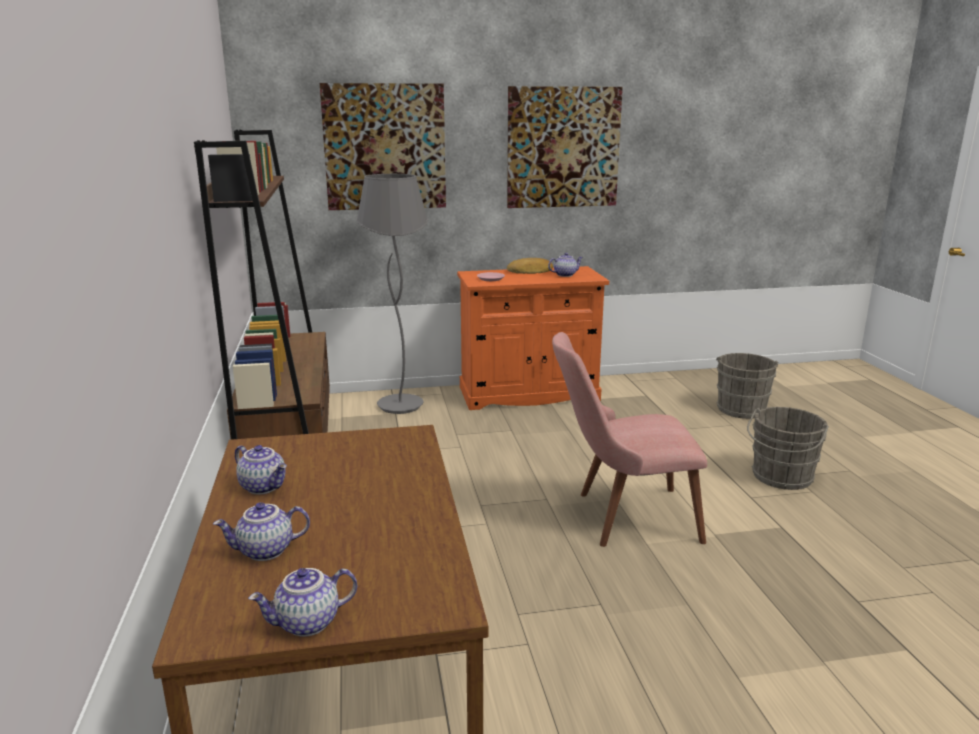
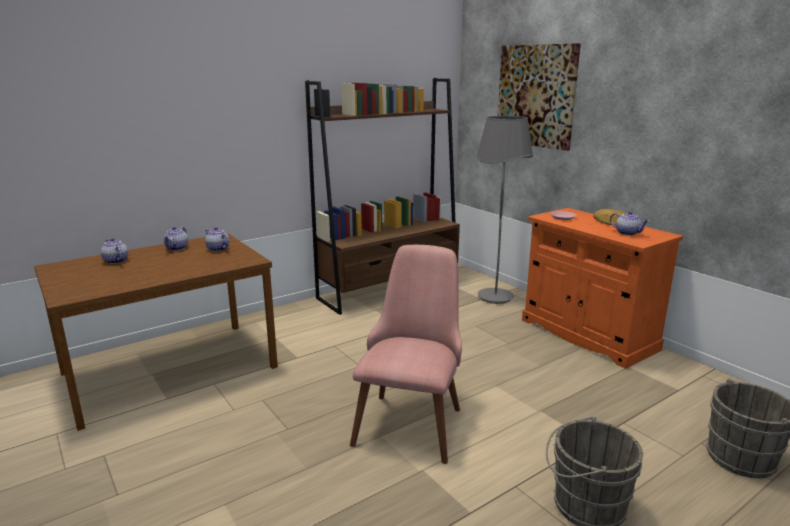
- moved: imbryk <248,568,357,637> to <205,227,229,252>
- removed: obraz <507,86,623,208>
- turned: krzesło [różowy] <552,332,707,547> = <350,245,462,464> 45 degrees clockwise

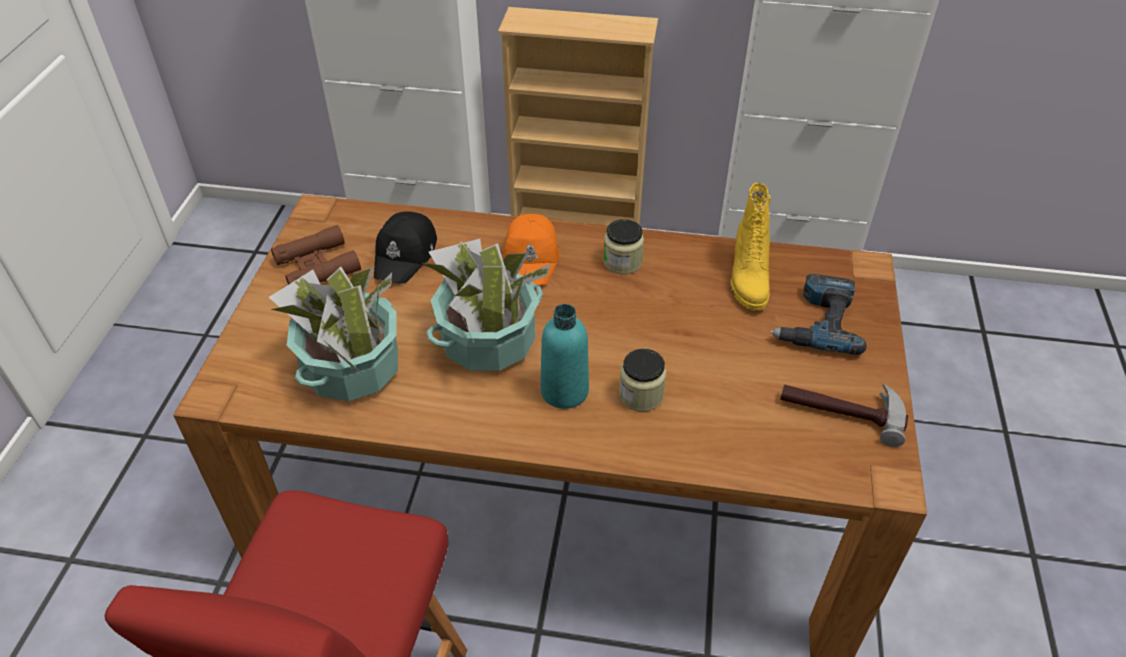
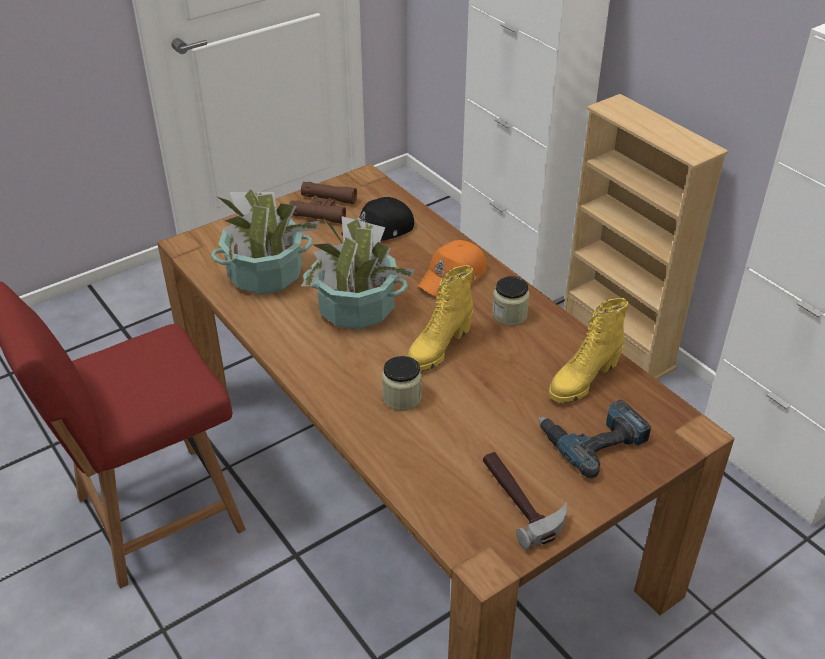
- removed: butelka [turkusowy] <540,304,589,409>
- added: but z cholewką [żółty] <407,265,473,371>

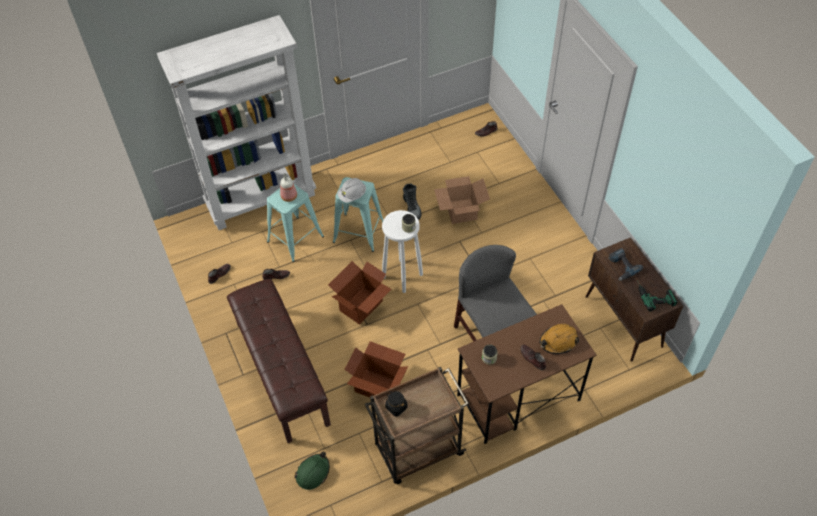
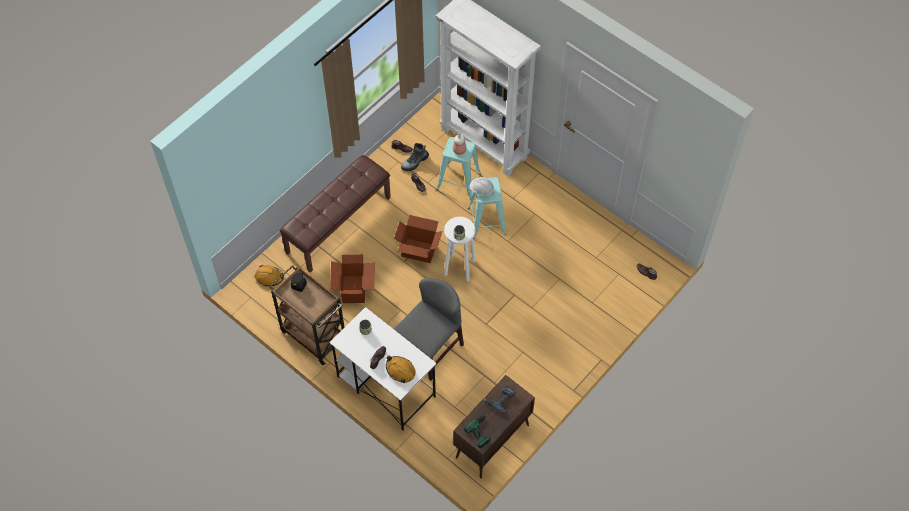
- recoloured: kask [zielony] <294,451,330,490> to kask [pomarańczowy] <255,265,284,286>
- moved: but z cholewką <403,184,422,220> to <401,143,429,171>
- removed: karton <434,176,490,224>
- recoloured: biurko [brązowy] <457,304,596,444> to biurko [biały] <329,307,437,431>

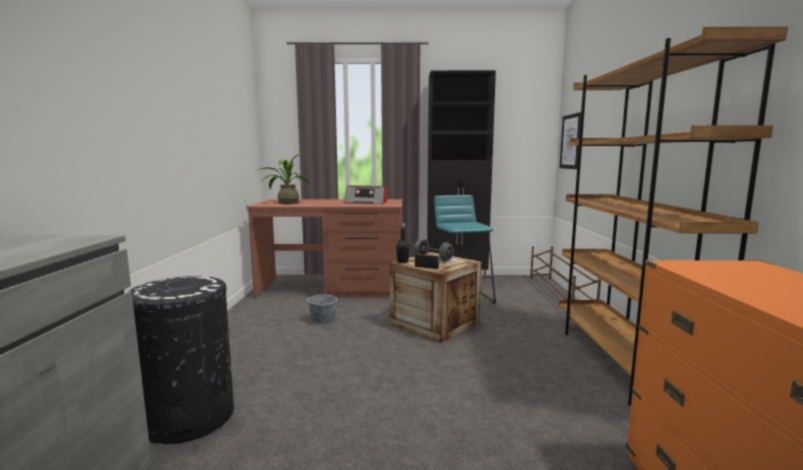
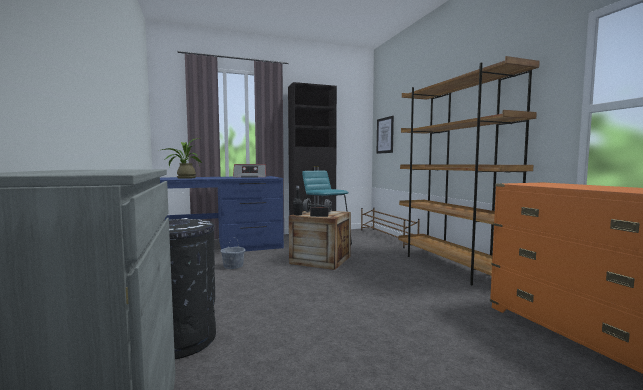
- recoloured: biurko [brązowy] <246,199,402,298> to biurko [niebieski] <160,176,284,252>

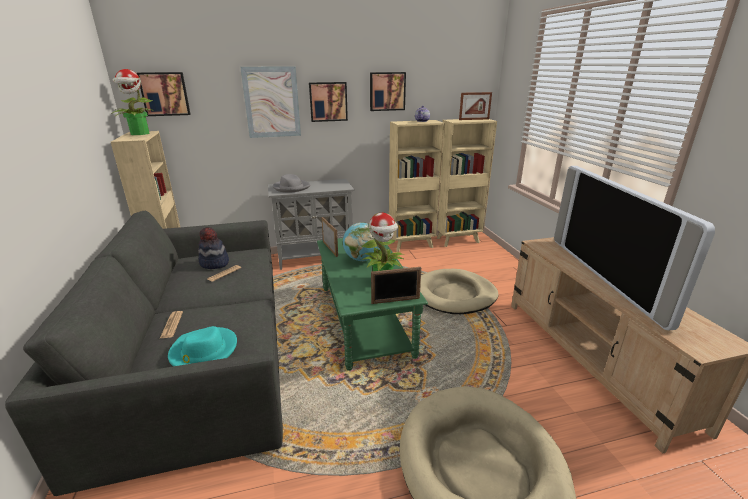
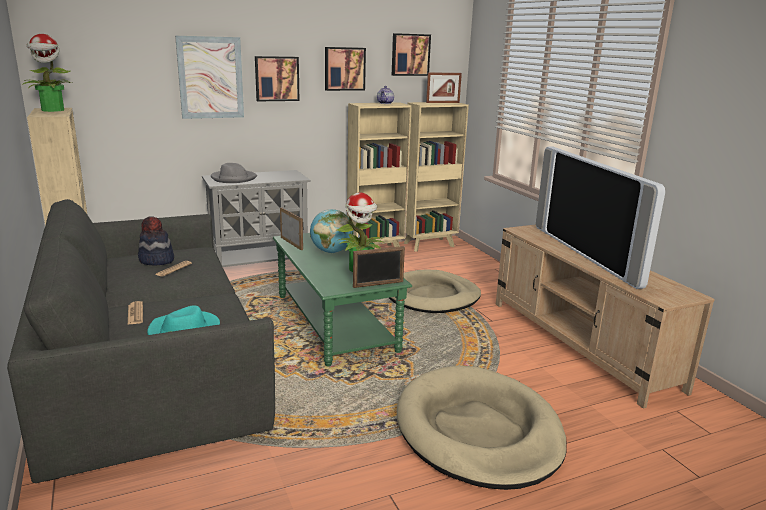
- moved: obraz <137,72,191,116> to <392,33,431,76>

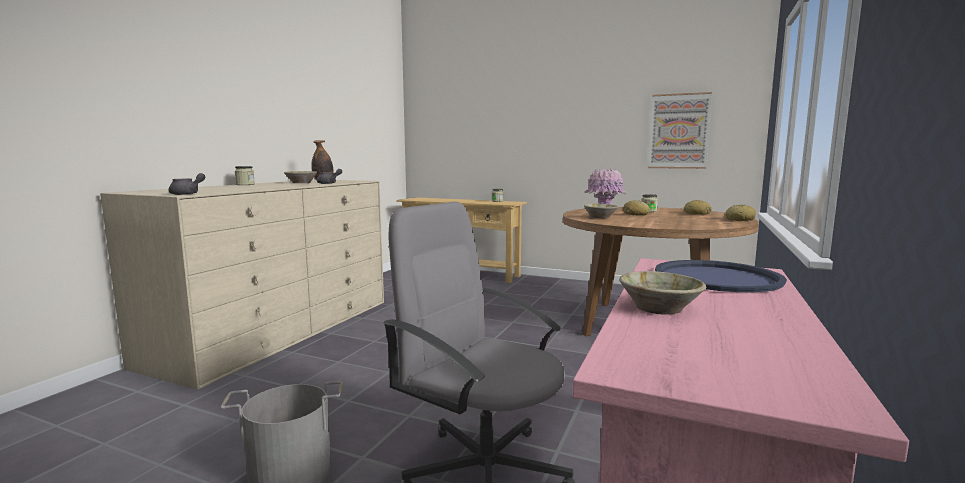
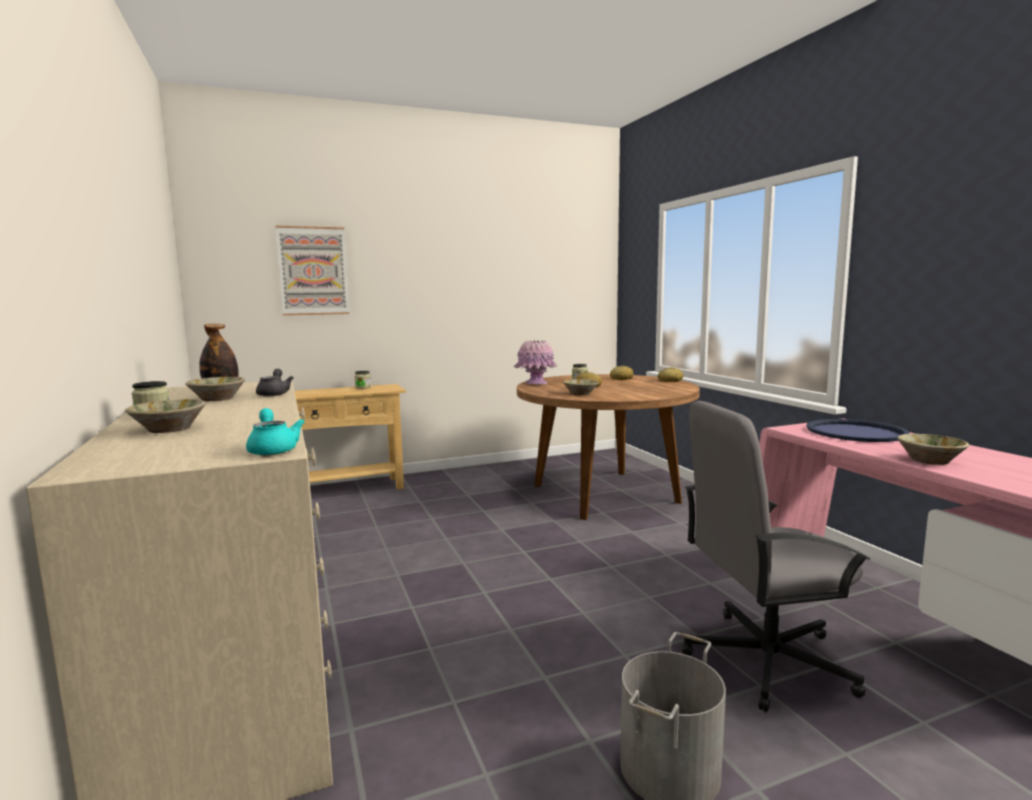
- recoloured: imbryk [szary] <168,173,205,195> to imbryk [turkusowy] <246,408,305,455>
- moved: obraz <648,92,712,169> to <275,226,350,316>
- added: miska [beżowy] <125,399,206,433>

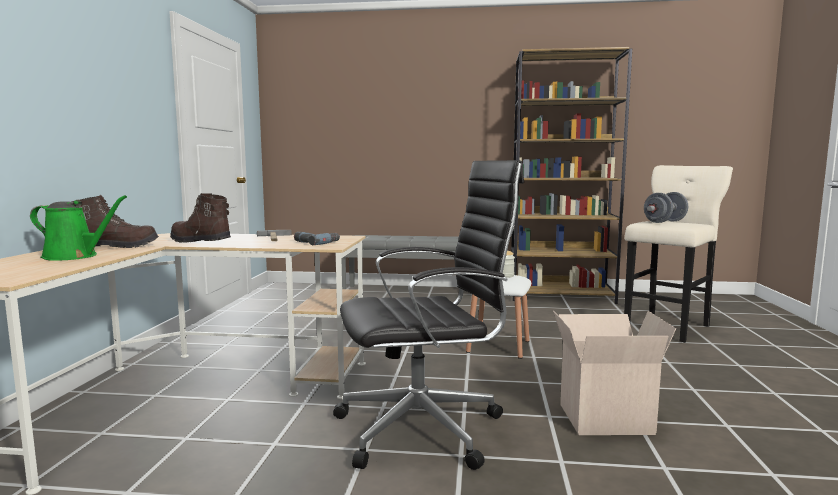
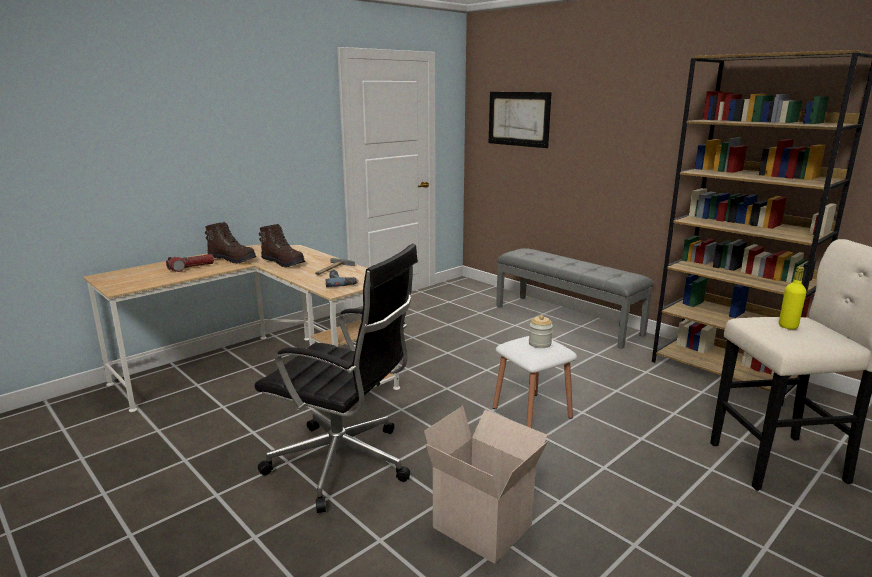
- replaced: konewka [zielony] <30,195,127,261> to latarka <166,254,214,272>
- turned: but z cholewką [brązowy] <170,193,231,243> = <259,224,305,267> 150 degrees clockwise
- replaced: hantel [szary] <644,192,688,223> to butelka [żółty] <779,266,807,330>
- added: obraz <489,92,552,148>

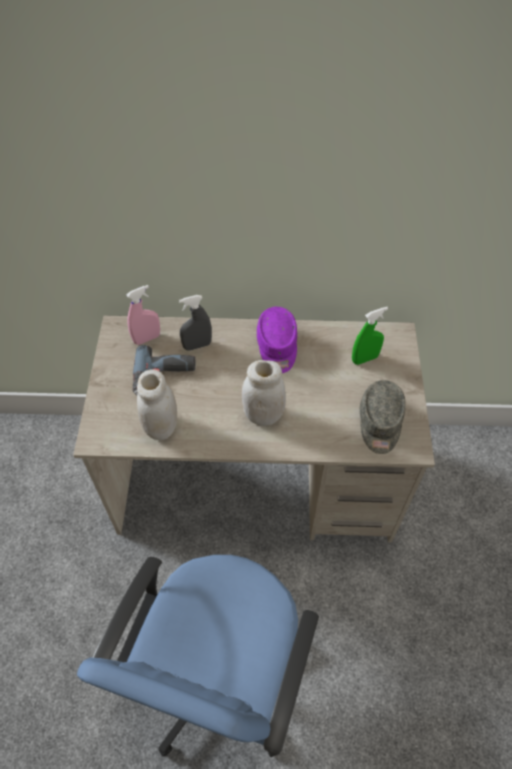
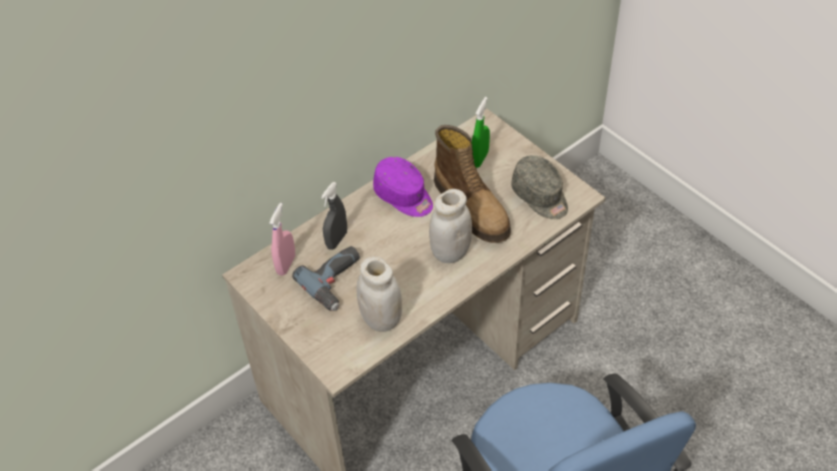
- added: but z cholewką <434,125,511,243>

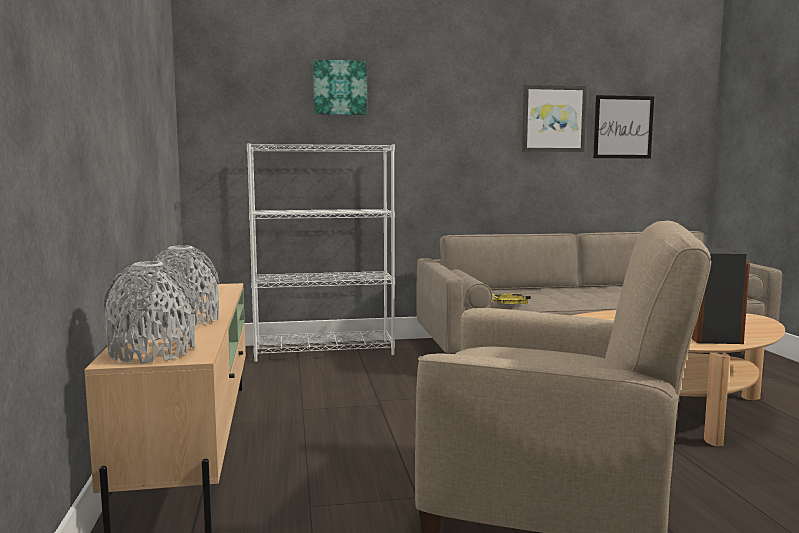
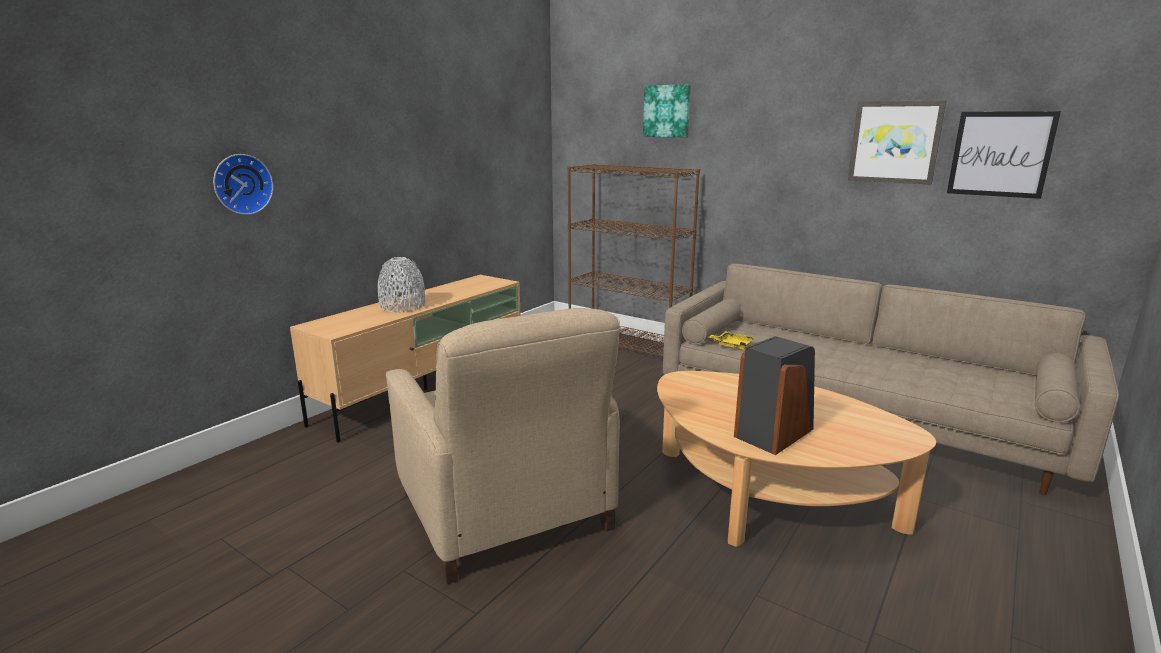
- removed: wazon [szary] <104,261,195,364>
- recoloured: regał [biały] <247,143,395,362> to regał [brązowy] <567,164,700,356>
- added: zegar ścienny <213,154,273,215>

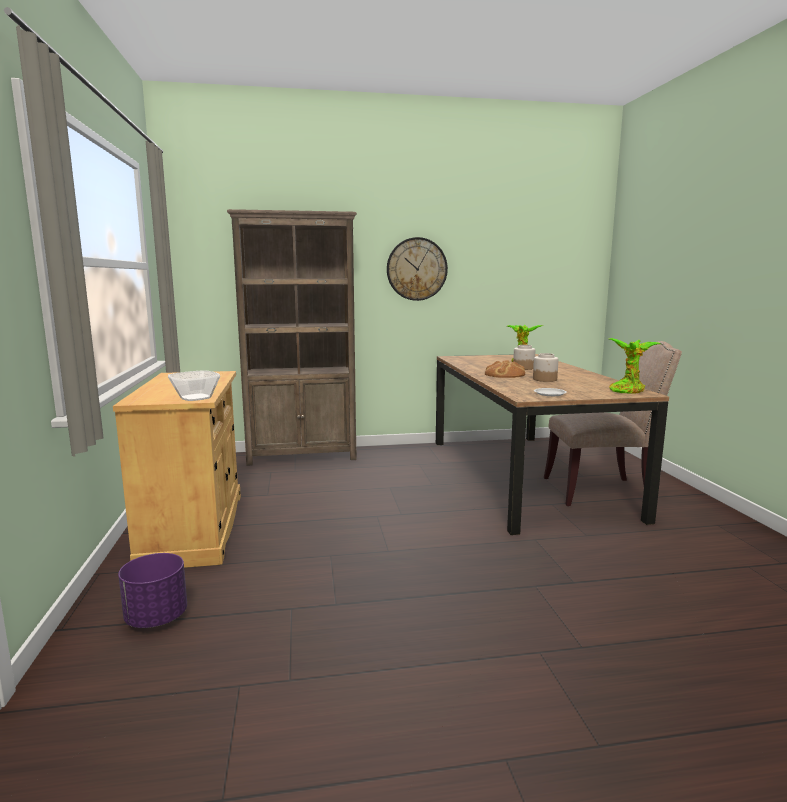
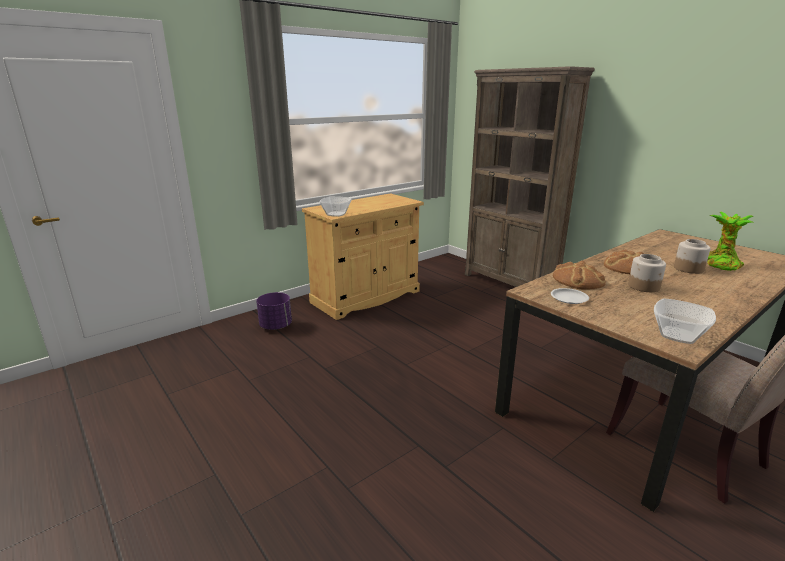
- removed: zegar ścienny <387,237,448,301>
- replaced: roślina doniczkowa <609,338,661,394> to miska <654,298,716,344>
- added: chleb <553,261,606,290>

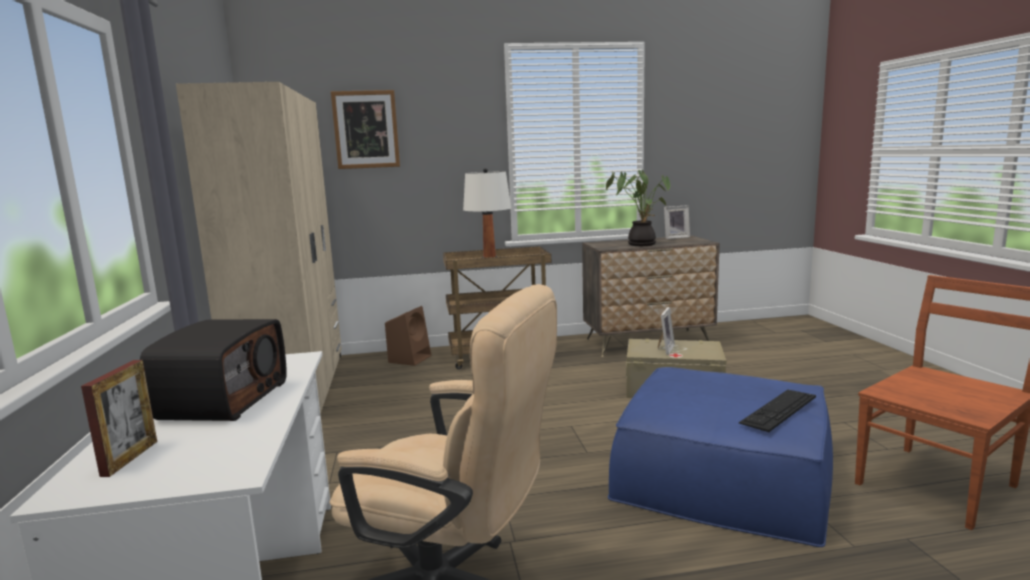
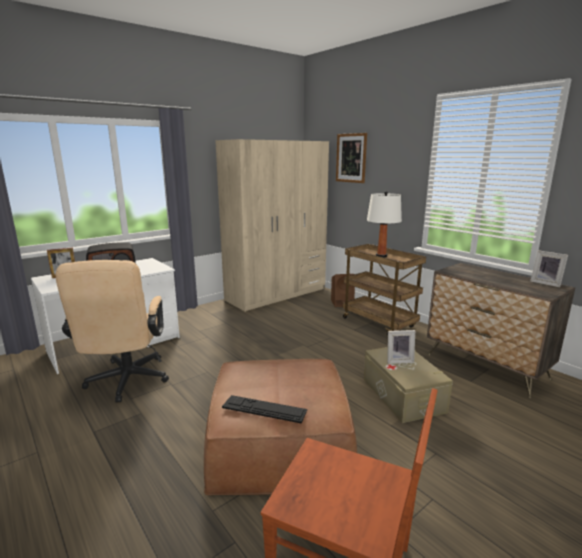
- removed: roślina doniczkowa <606,170,670,246>
- recoloured: pufa [niebieski] <608,367,833,547> to pufa [brązowy] <204,359,357,495>

